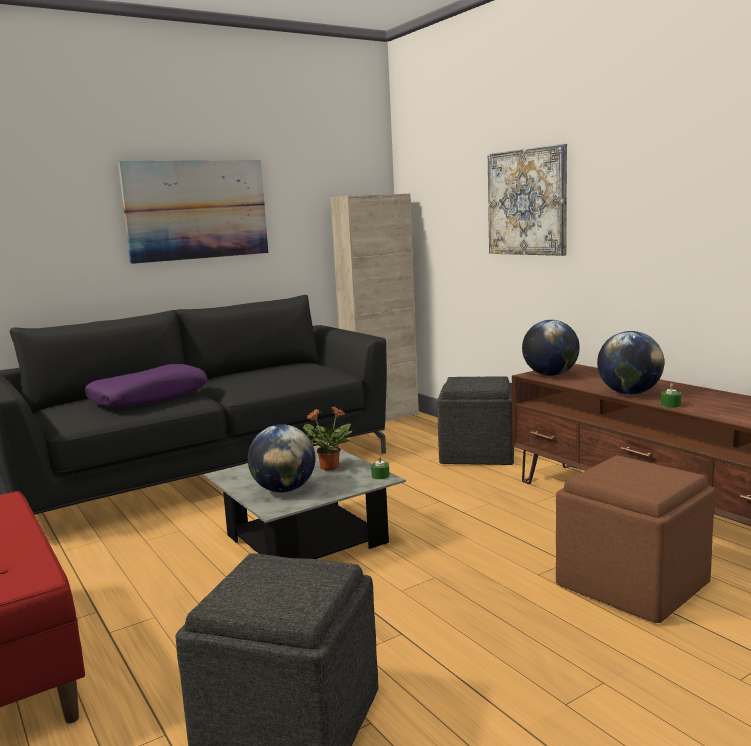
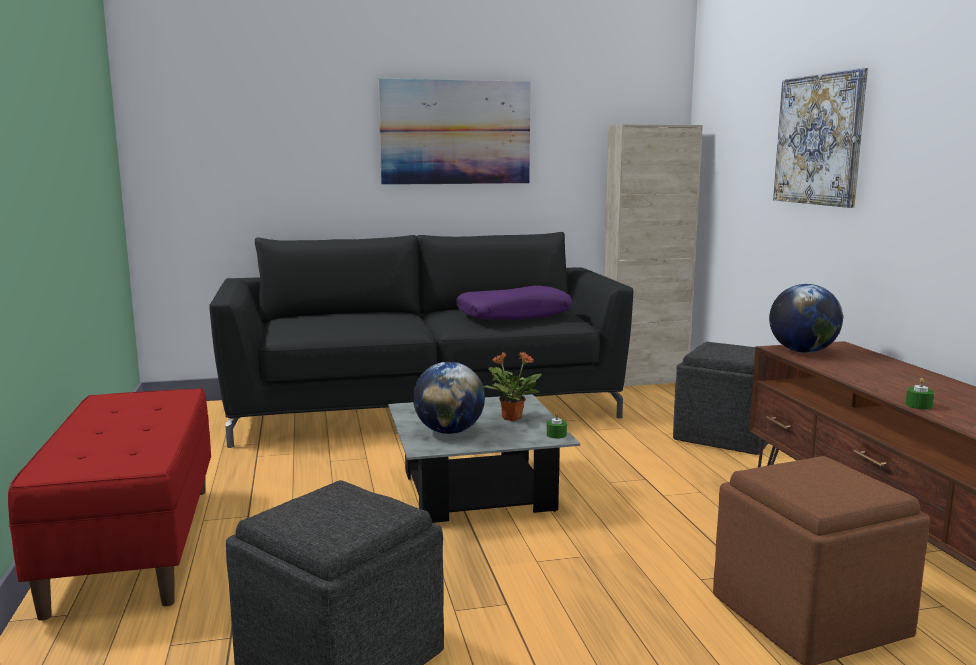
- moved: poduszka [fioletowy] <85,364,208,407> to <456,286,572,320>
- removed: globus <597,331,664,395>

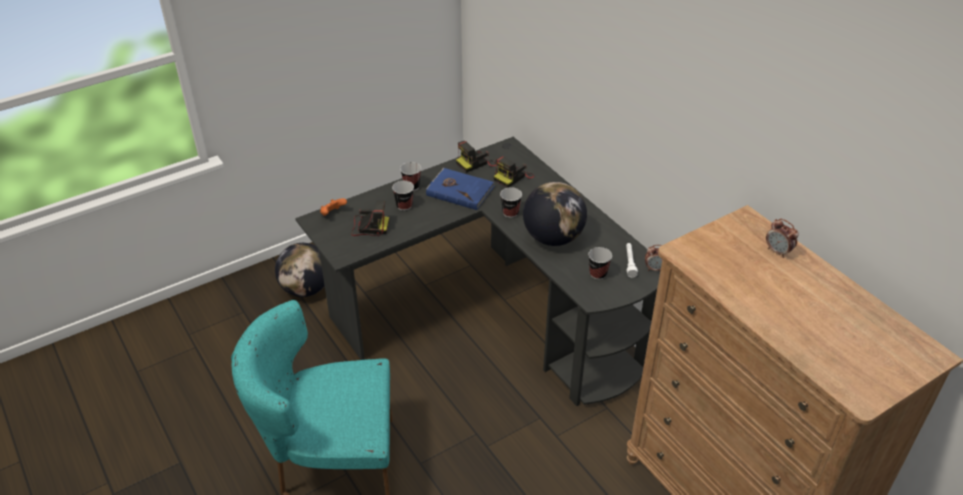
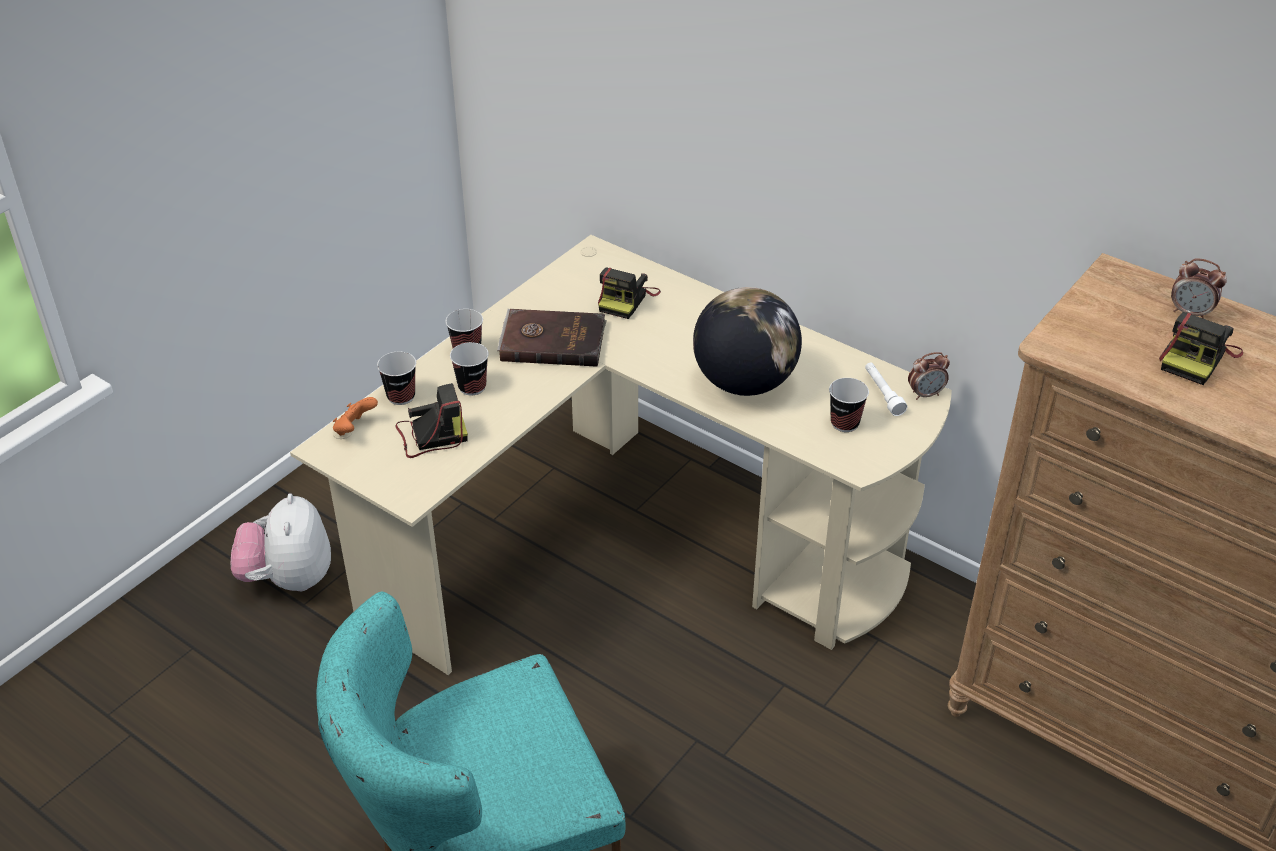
- replaced: globus <275,243,325,297> to pluszak <231,493,331,591>
- recoloured: biurko [czarny] <295,137,660,406> to biurko [beżowy] <290,235,952,675>
- recoloured: książka [niebieski] <426,168,494,210> to książka [brązowy] <497,309,607,367>
- moved: aparat fotograficzny <456,141,497,172> to <1159,312,1243,385>
- moved: filiżanka <500,187,522,218> to <377,352,416,405>

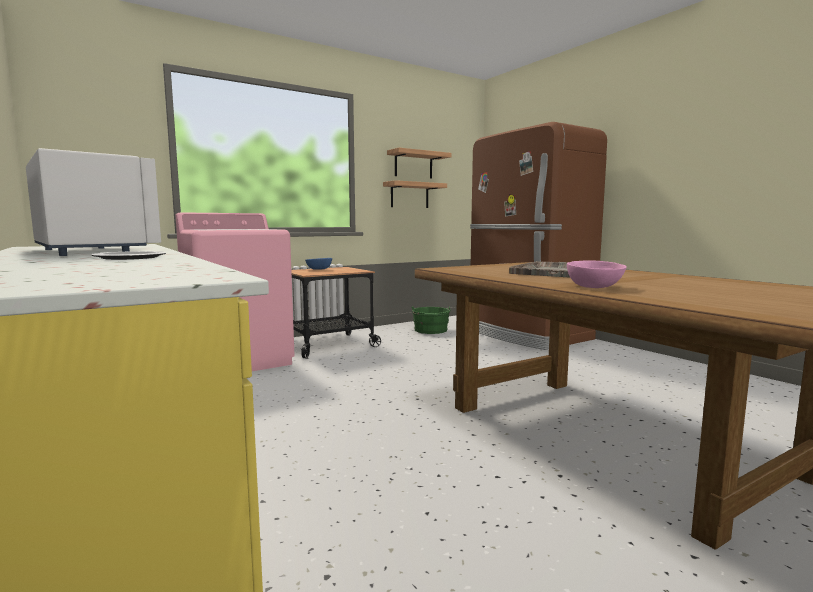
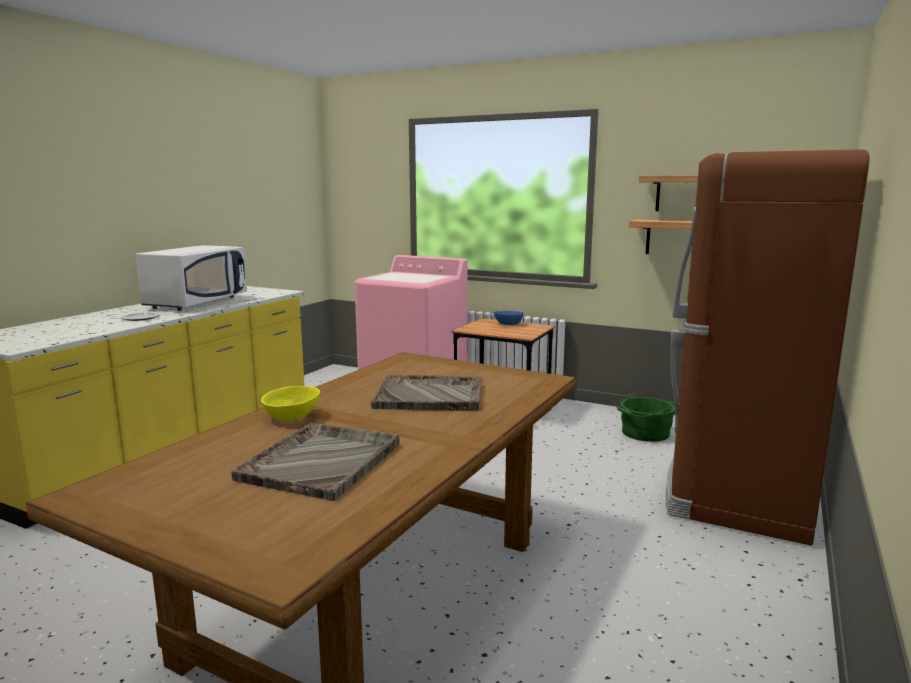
- recoloured: miska [różowy] <567,260,627,288> to miska [żółty] <261,386,320,421>
- added: taca [szary] <231,423,400,501>

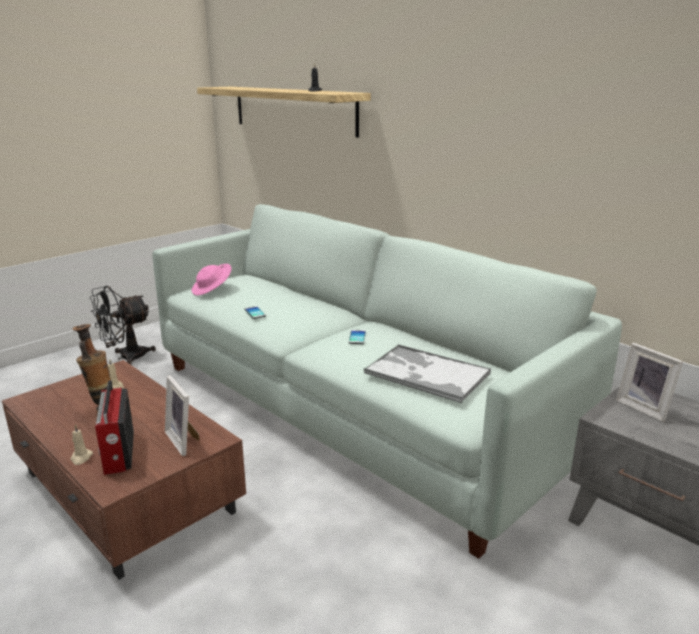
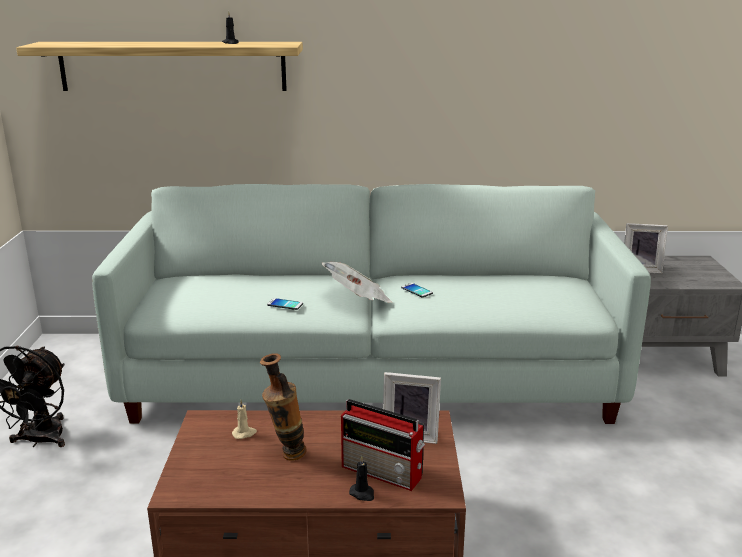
- recoloured: świeca [beżowy] <71,424,93,465> to świeca [czarny] <349,456,374,501>
- removed: kapelusz [różowy] <192,264,231,295>
- removed: taca <364,344,491,403>
- added: gazeta <321,262,392,303>

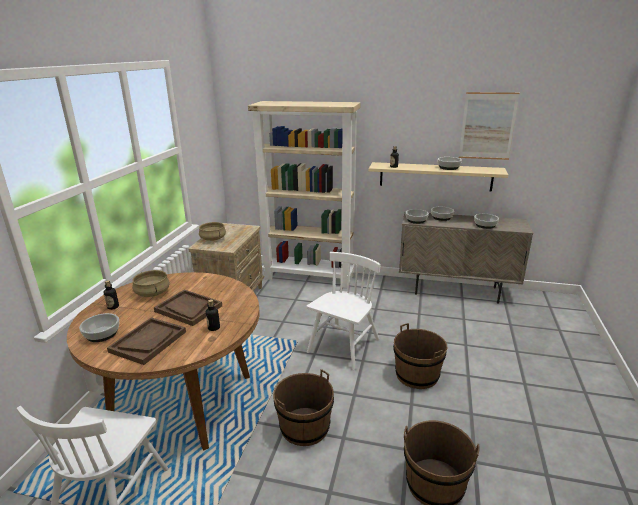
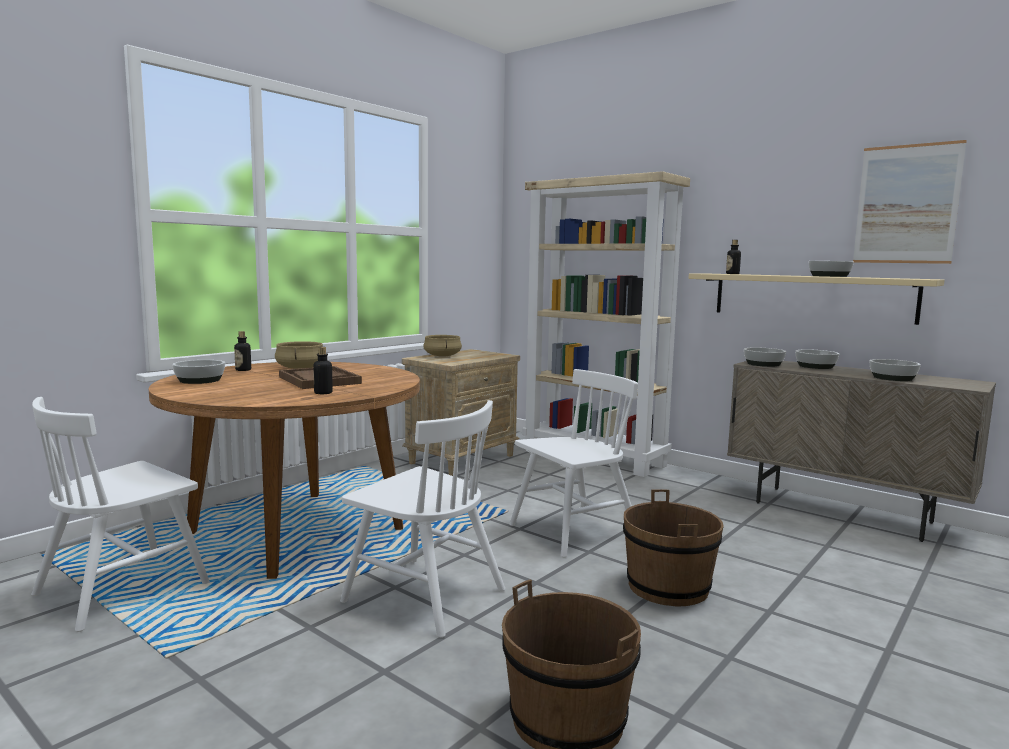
- removed: taca [brązowy] <107,317,186,365>
- replaced: wiadro [brązowy] <273,369,334,446> to krzesło [biały] <340,400,505,638>

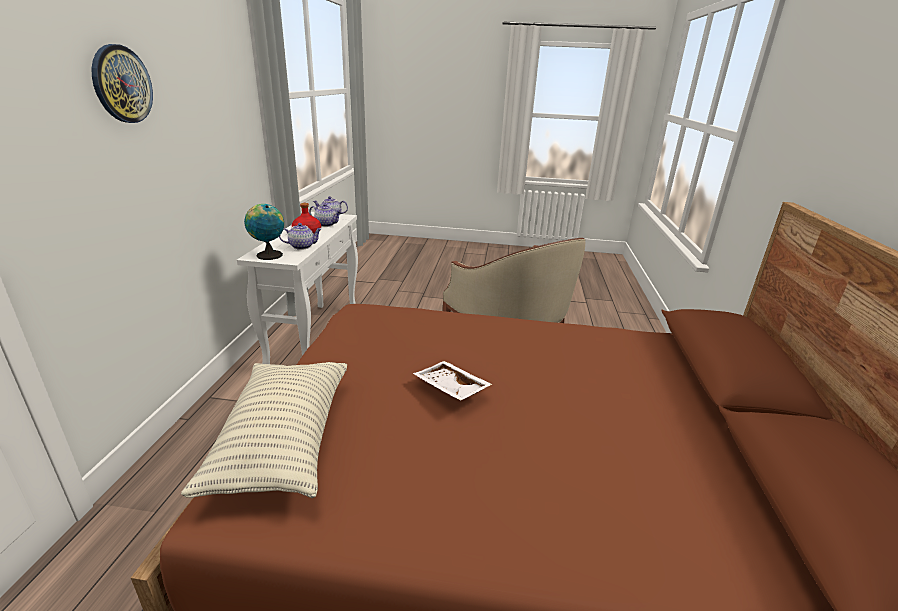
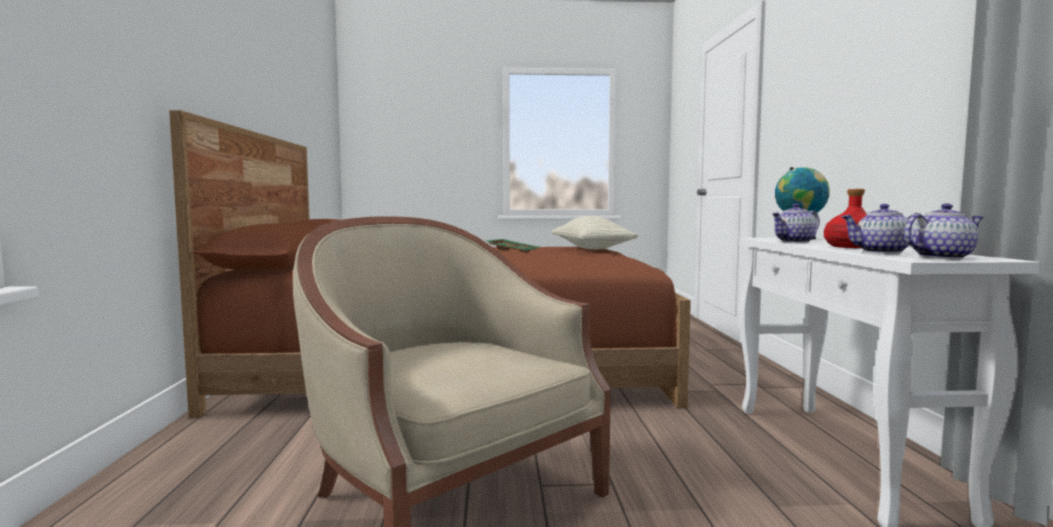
- removed: zegar ścienny <92,44,153,123>
- recoloured: taca [biały] <413,361,493,401> to taca [zielony] <487,239,539,253>

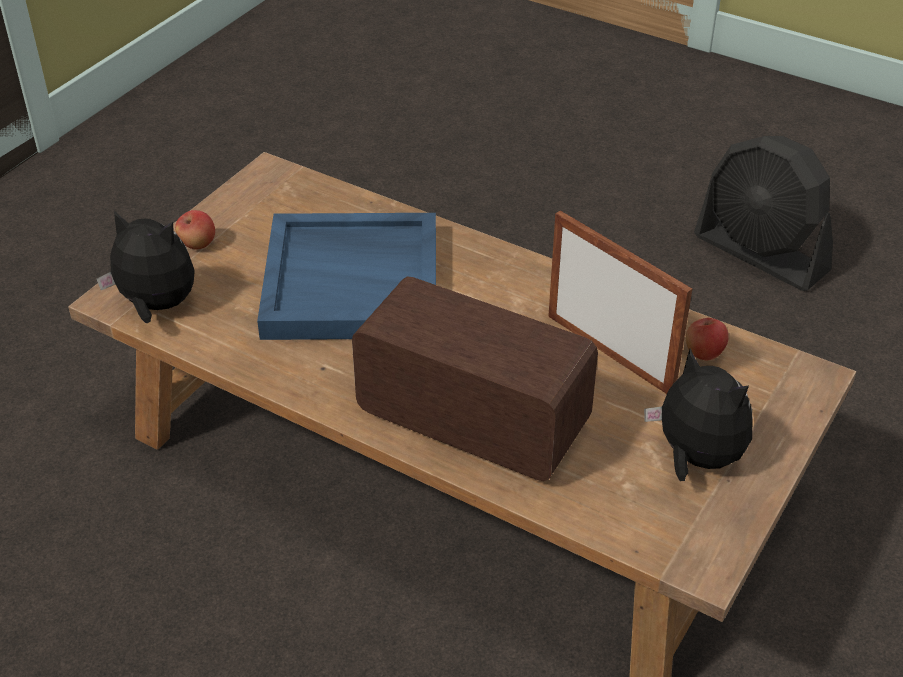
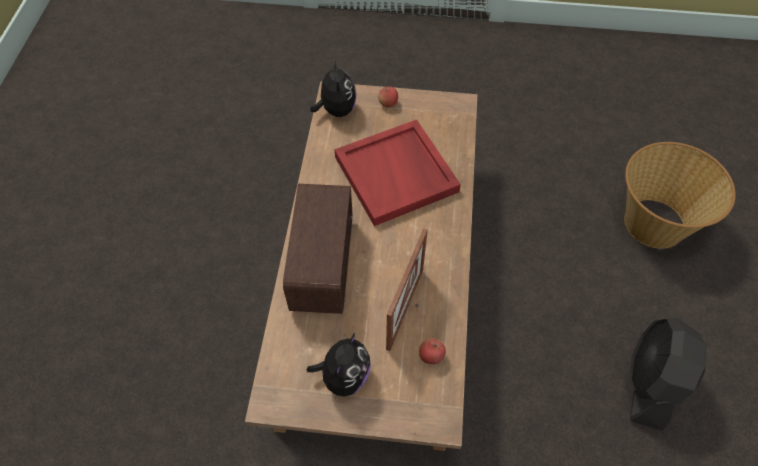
- recoloured: taca [niebieski] <257,213,436,340> to taca [czerwony] <334,120,461,226>
- added: koszyk <624,142,736,249>

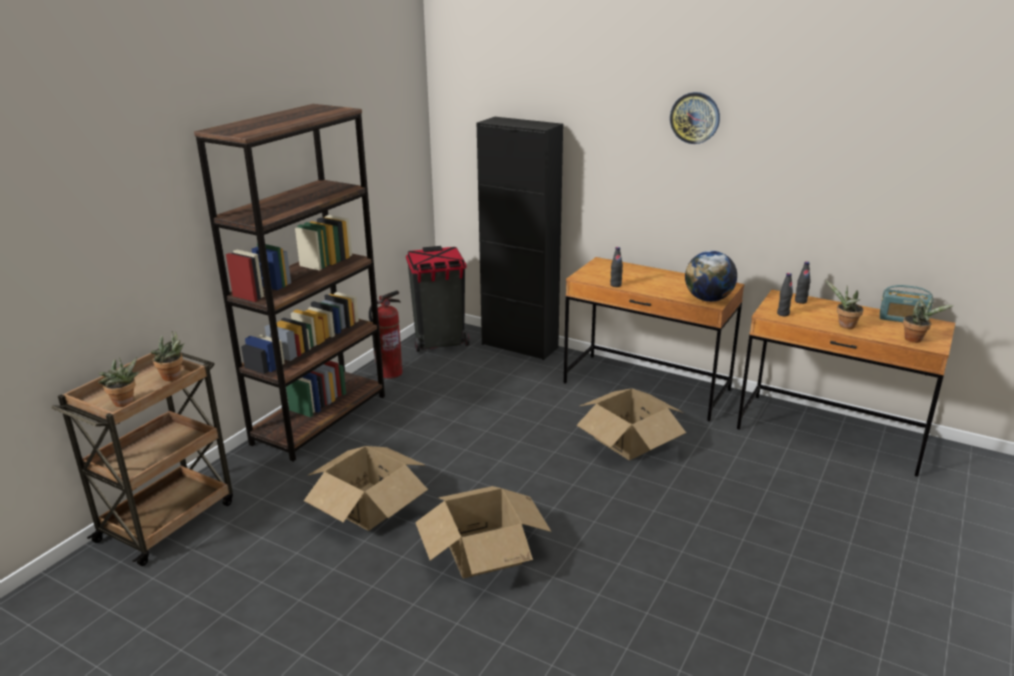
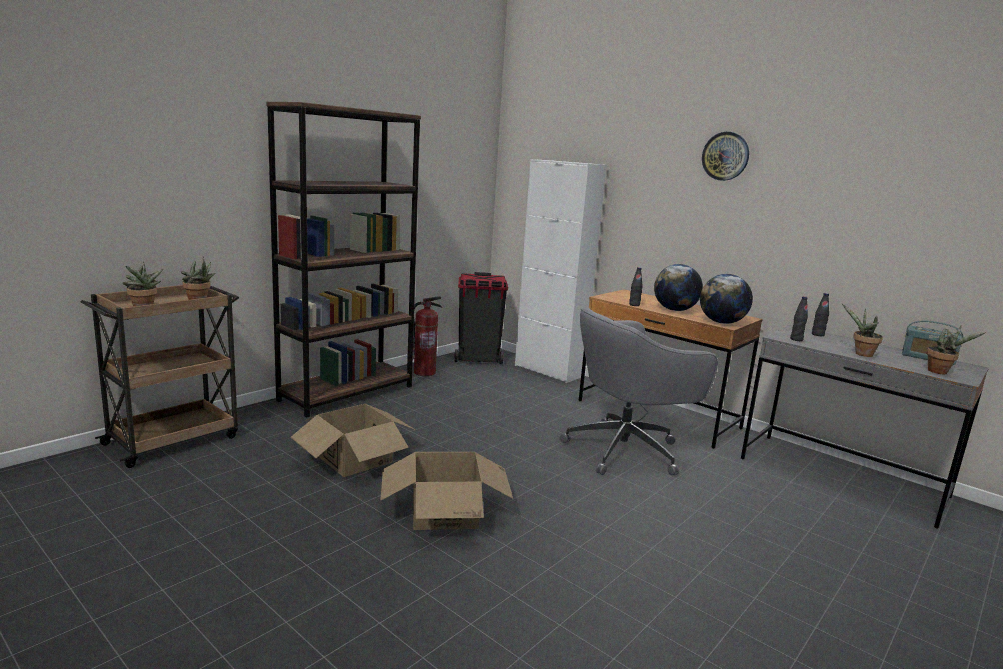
- recoloured: szafka [czarny] <477,117,563,360> to szafka [biały] <515,159,606,383>
- replaced: karton <576,388,686,460> to krzesło biurowe [szary] <560,307,718,475>
- recoloured: biurko [brązowy] <737,289,955,477> to biurko [szary] <741,325,989,528>
- added: globus <654,264,703,311>

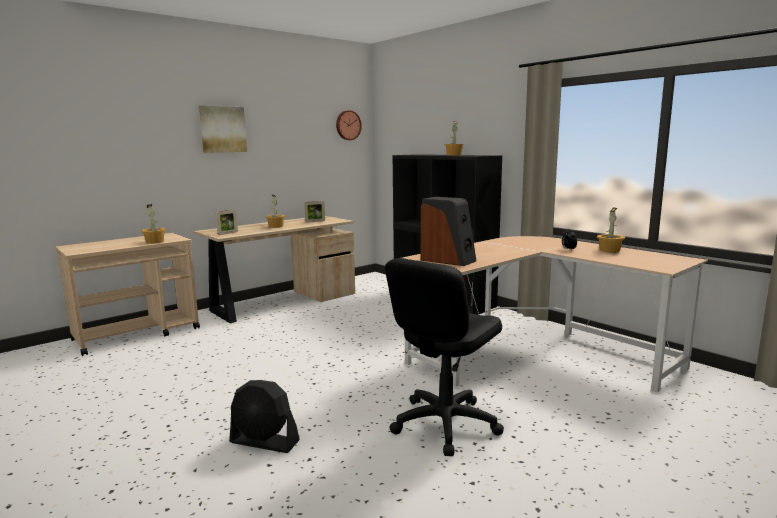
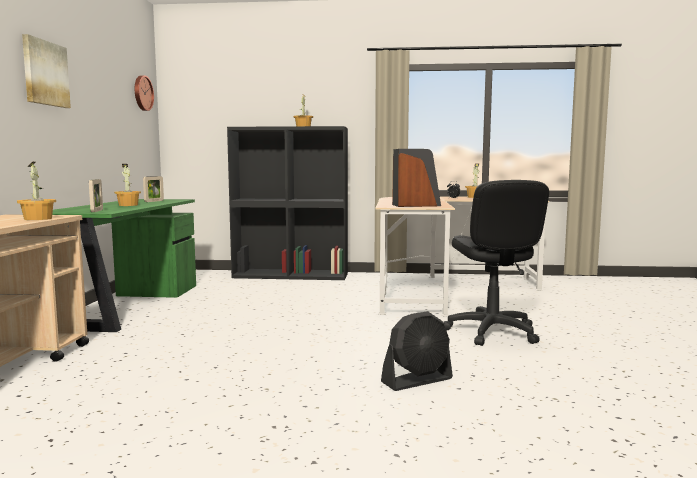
- recoloured: biurko [beżowy] <193,216,355,323> to biurko [zielony] <52,199,196,332>

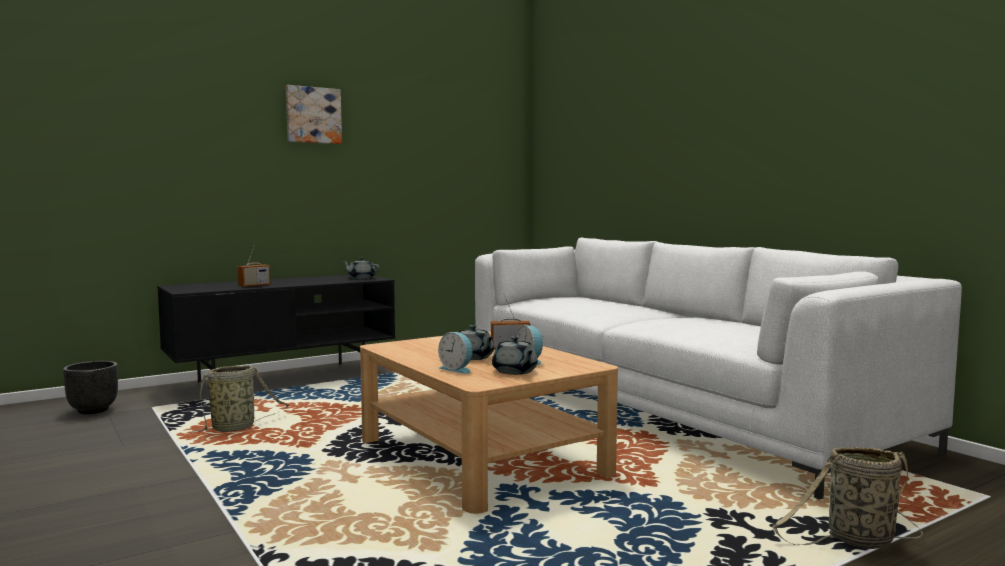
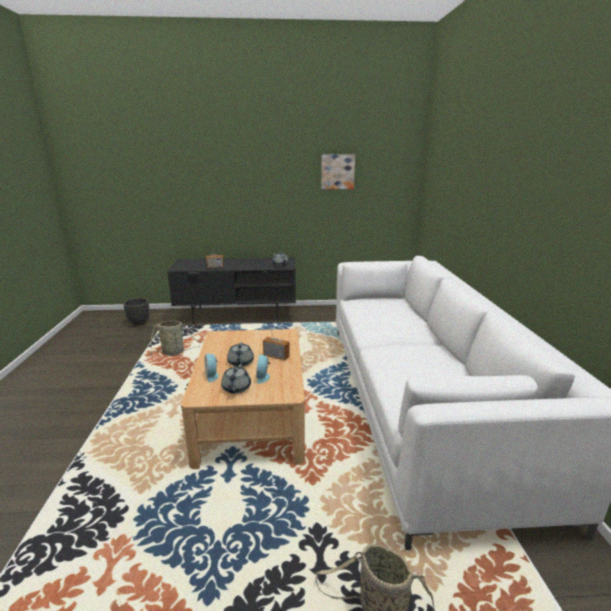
- moved: obraz <286,85,342,144> to <321,154,355,189>

